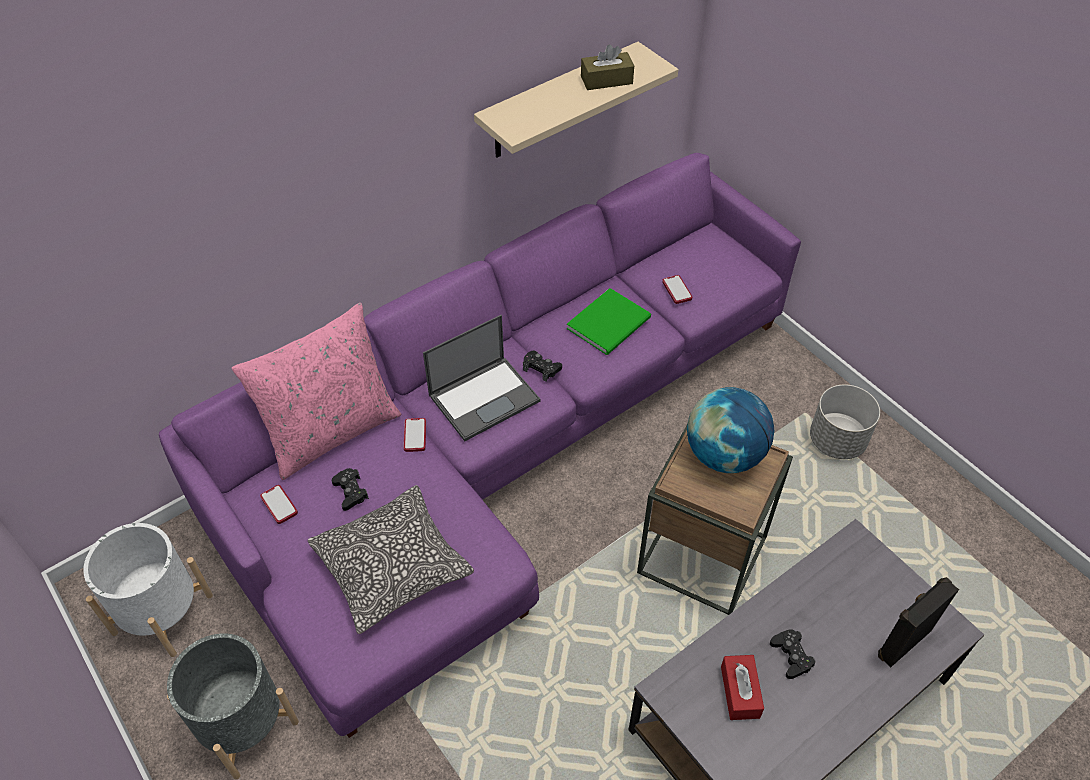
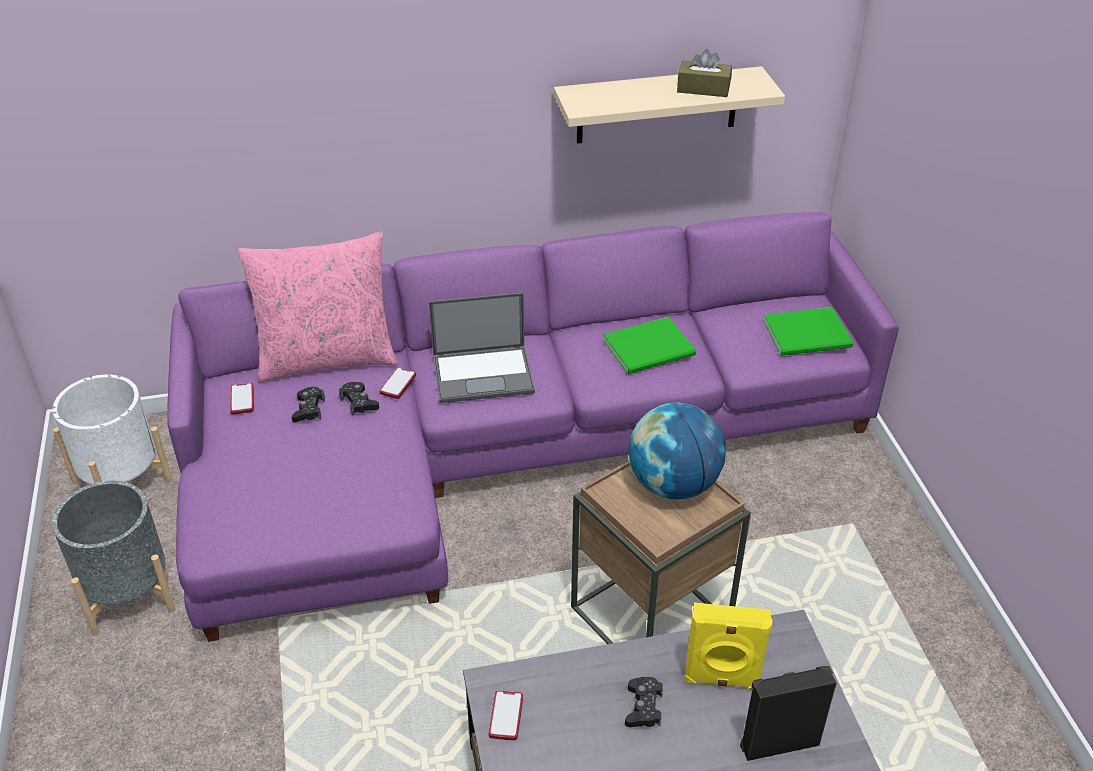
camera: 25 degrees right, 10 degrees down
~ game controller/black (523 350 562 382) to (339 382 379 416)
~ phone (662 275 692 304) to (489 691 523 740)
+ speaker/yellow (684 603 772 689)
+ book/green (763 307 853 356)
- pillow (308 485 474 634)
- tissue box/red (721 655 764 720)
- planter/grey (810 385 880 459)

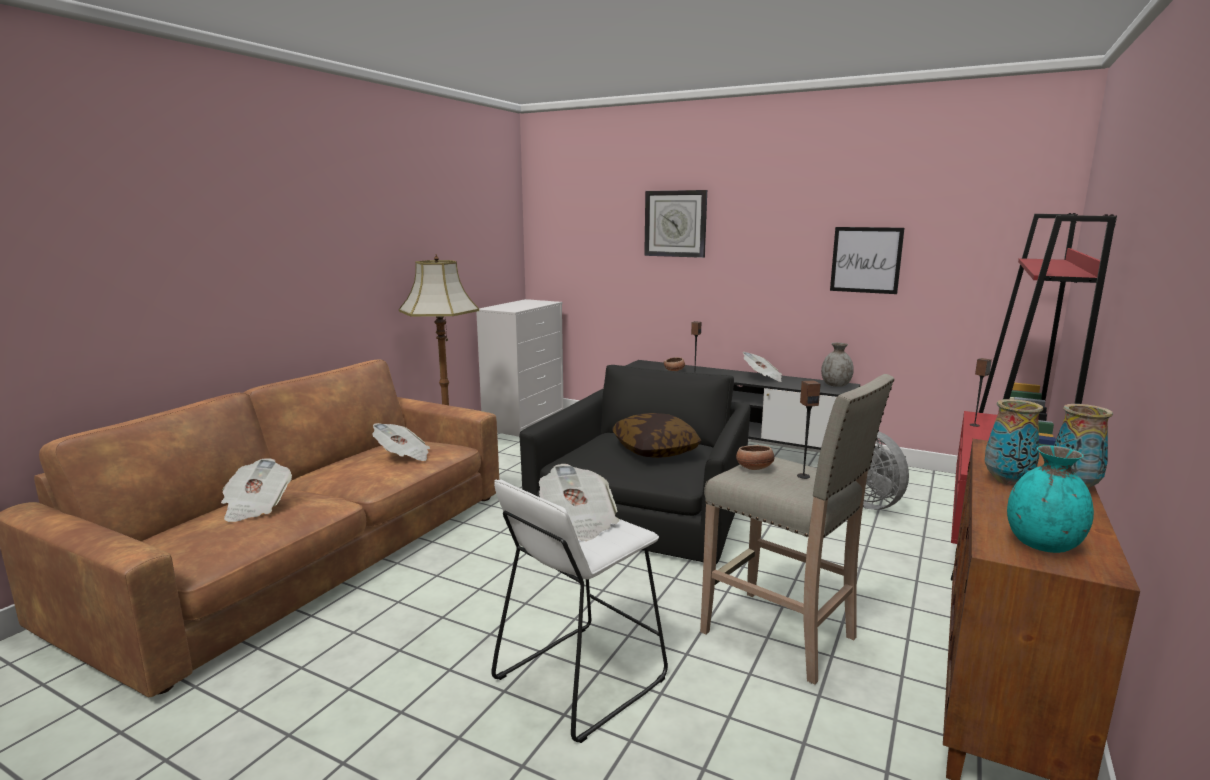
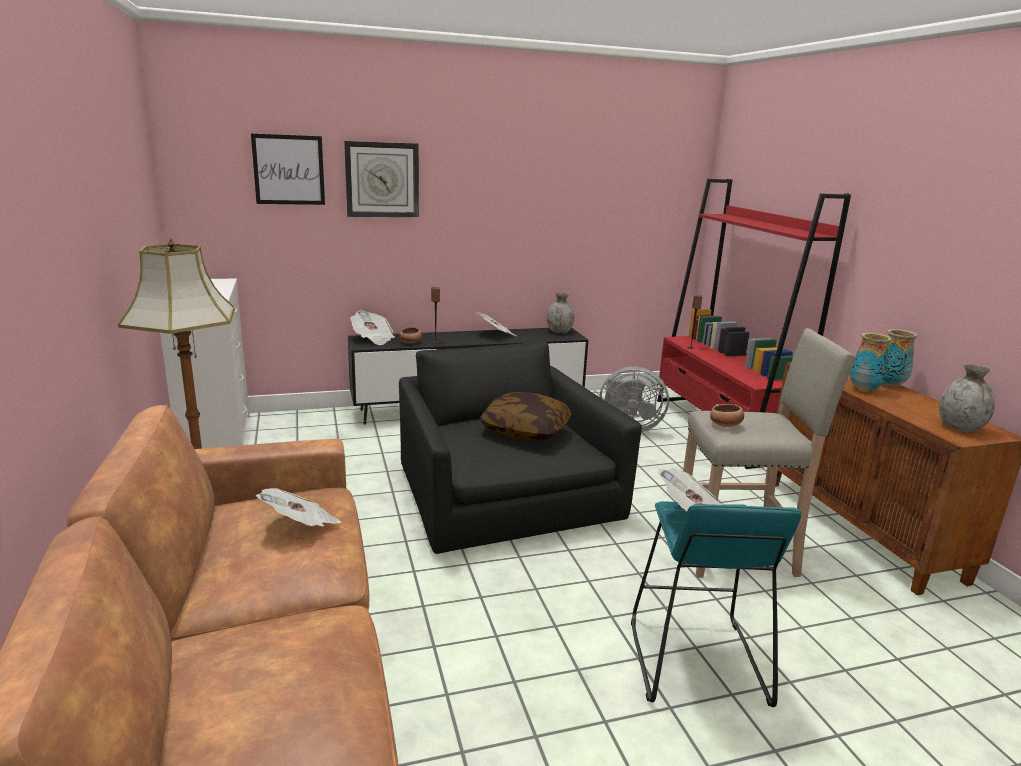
camera: 45 degrees left, 5 degrees up
~ picture (830 227 905 294) to (251 134 325 205)
~ newspaper (221 458 292 522) to (350 310 395 345)
~ stool/white (492 480 668 743) to stool/turquoise (631 501 801 707)
~ vase/turquoise (1007 445 1094 553) to vase/grey (939 364 995 432)
- speaker (797 380 821 479)

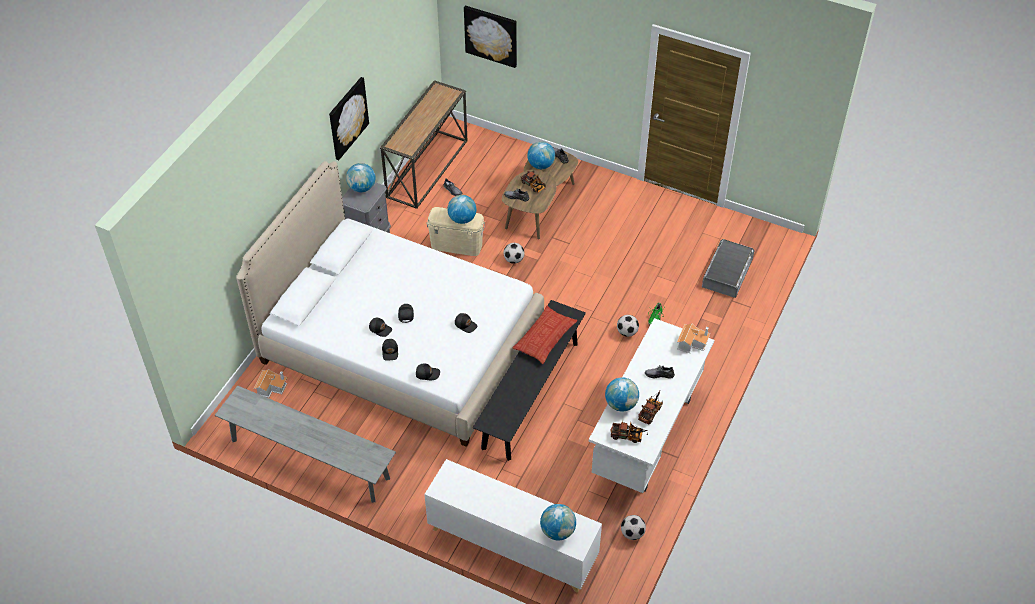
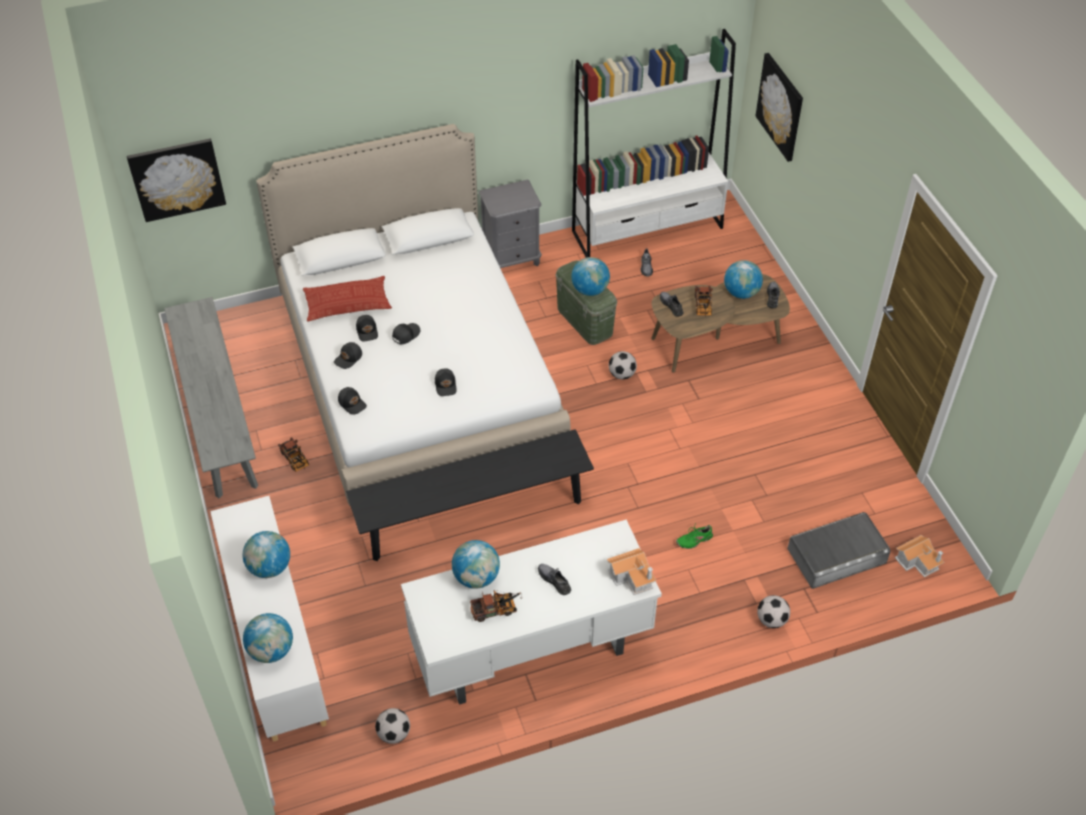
camera: 45 degrees right, 0 degrees up
~ picture (329 77 369 160) to (127 138 226 222)
~ globe (346 163 376 192) to (243 531 290 578)
~ toy truck (610 420 648 443) to (278 437 309 472)
~ pillow (512 306 577 364) to (303 276 392 321)
~ storage box/beige (426 207 485 256) to storage box/green (556 260 617 345)
~ console table (380 80 467 209) to bookcase/white (572 29 736 258)
~ football (617 315 639 337) to (757 595 790 628)
~ toy house (254 369 287 398) to (895 535 944 578)

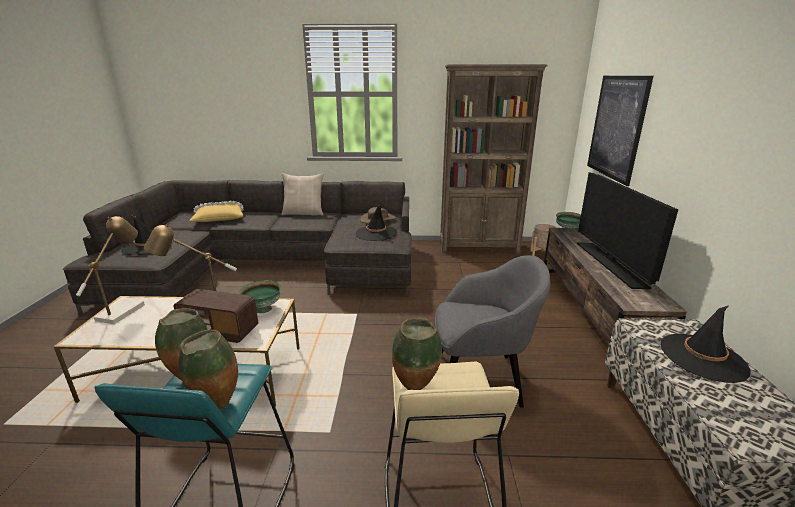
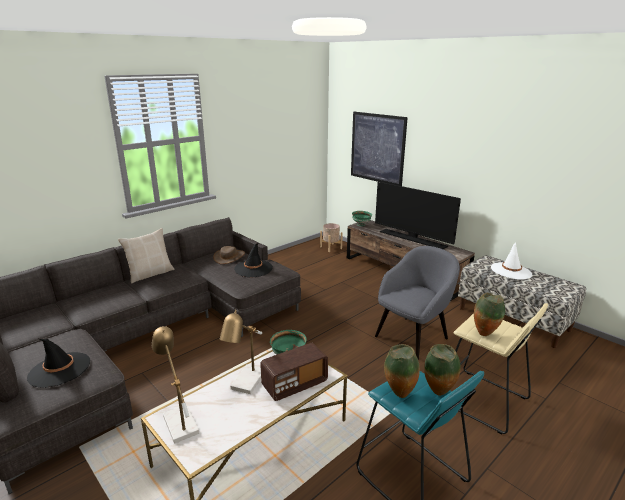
camera: 45 degrees left, 0 degrees up
~ hat/black (661 306 751 383) to hat/white (491 242 532 279)
- pillow/yellow (189 201 244 222)
- bookcase/brown (440 64 548 254)

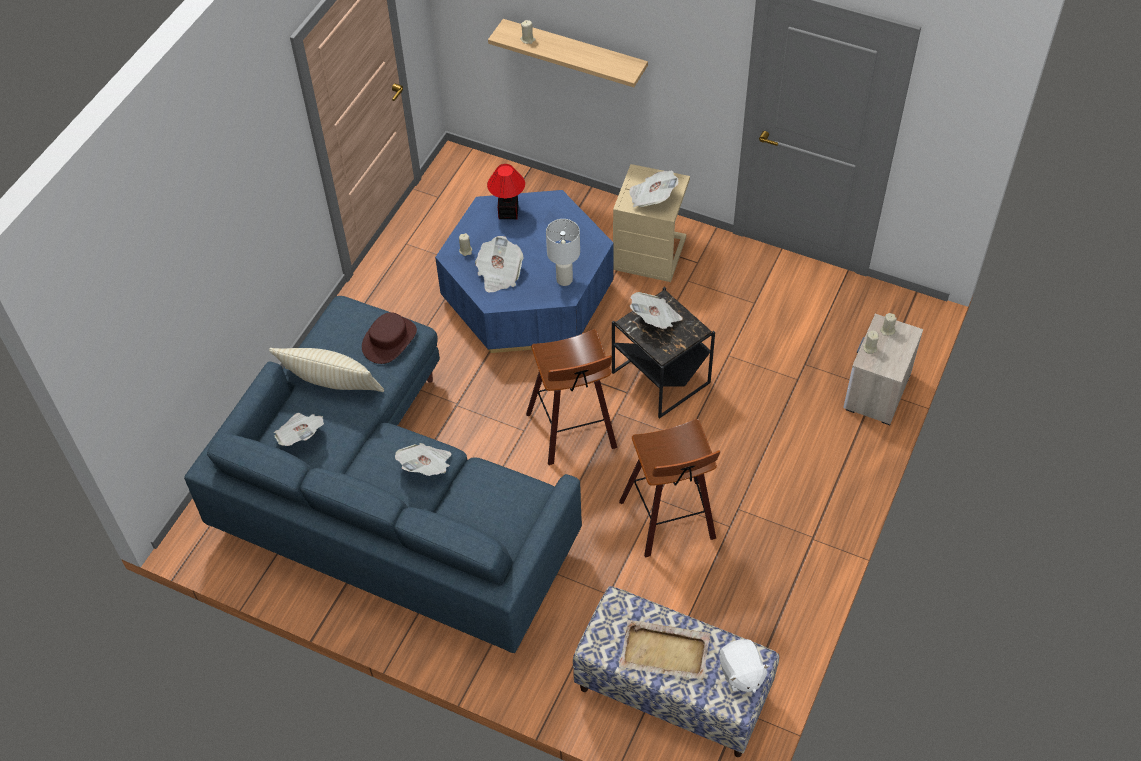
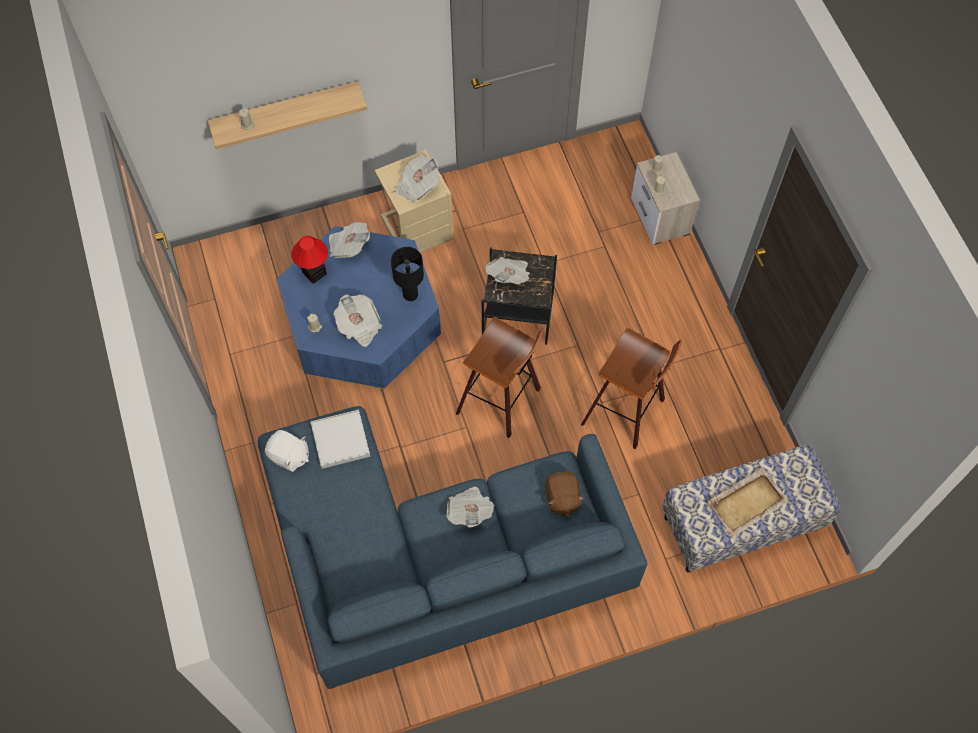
camera: 45 degrees left, 10 degrees up
~ plush toy/white (719 639 770 693) to (265 430 309 472)
~ hat/brown (362 312 417 364) to tray/white (311 410 370 469)
~ newspaper (274 413 324 446) to (329 222 370 258)
~ table lamp/white (546 219 580 286) to table lamp/black (391 247 424 301)
+ plush toy/brown (546 471 584 517)
- pillow/beige (269 348 384 392)

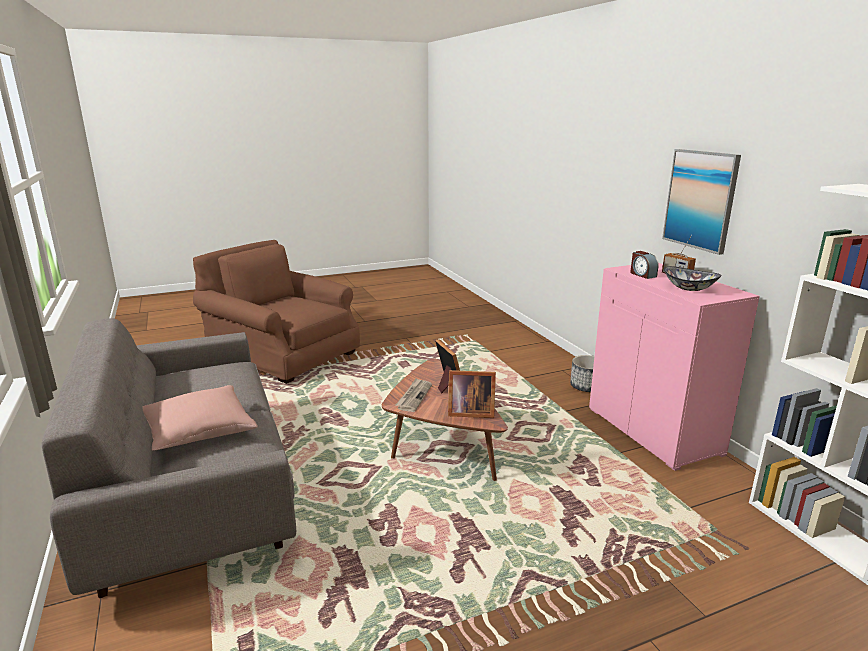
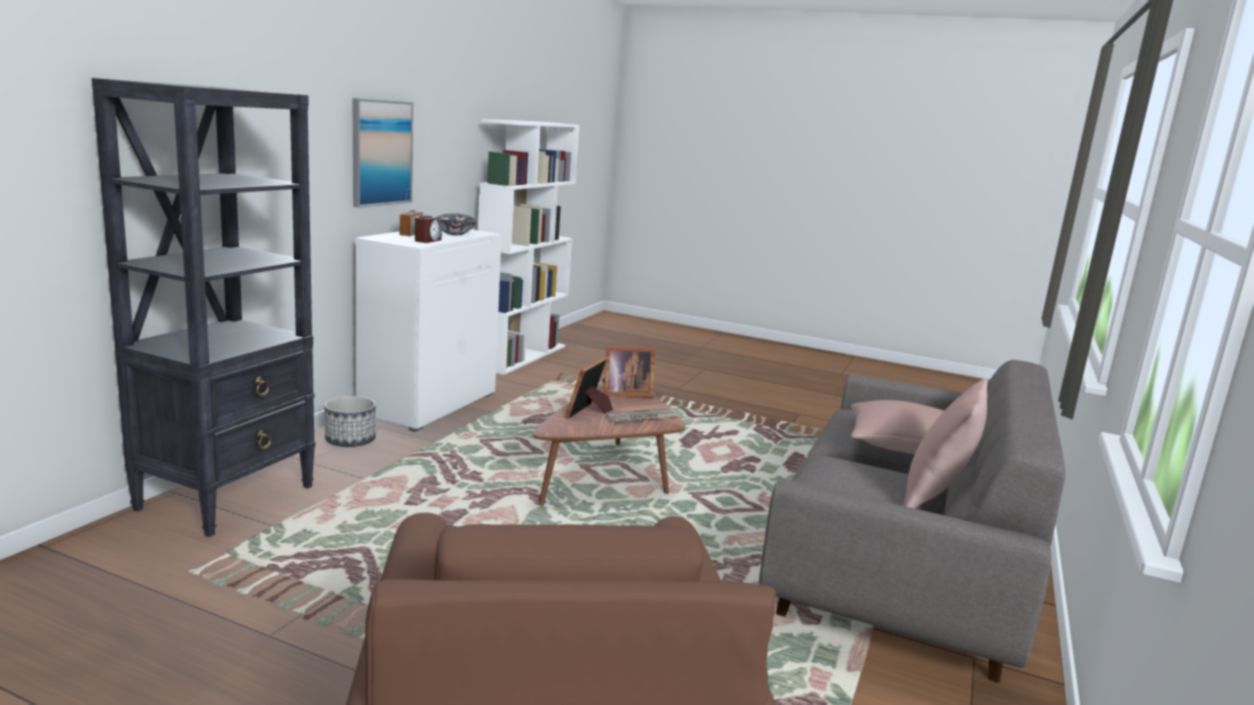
camera: 135 degrees left, 5 degrees down
+ bookcase/black (92 78 315 537)
~ cabinet/pink (589 263 760 471) to cabinet/white (355 229 502 432)
~ picture frame (448 370 496 418) = (603 346 655 397) 120 degrees clockwise
+ pillow/pink (903 378 988 509)

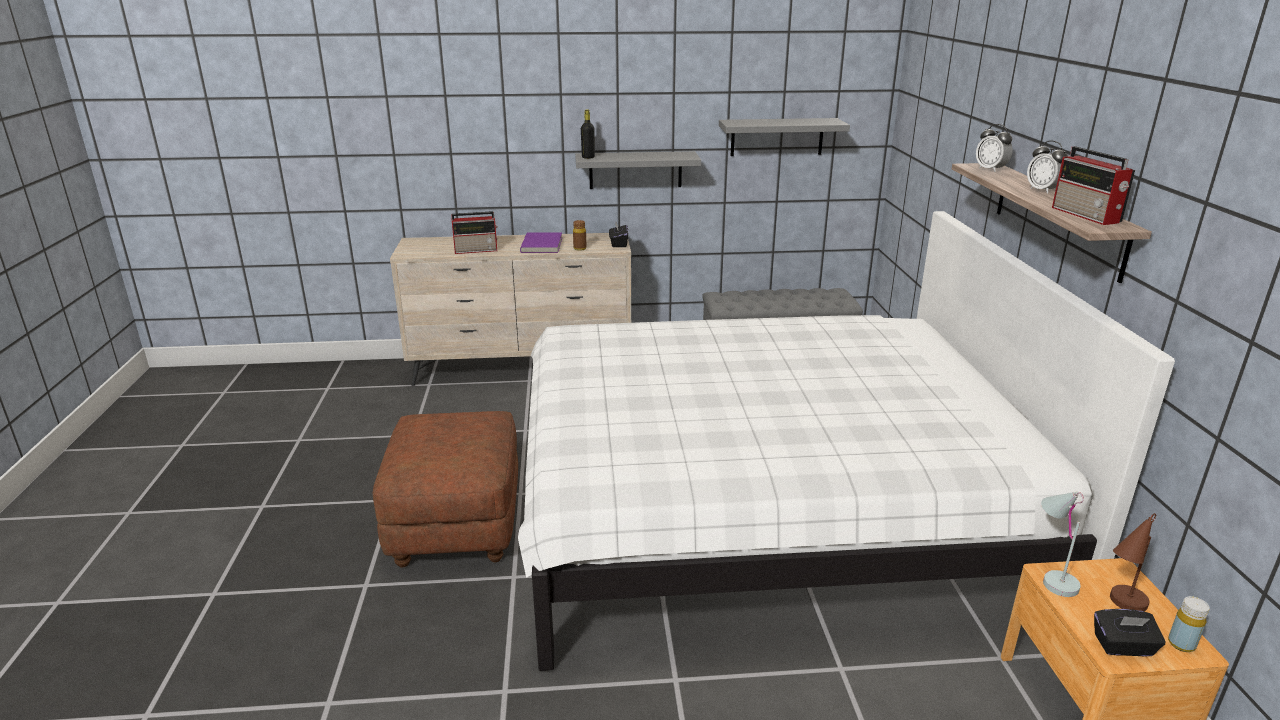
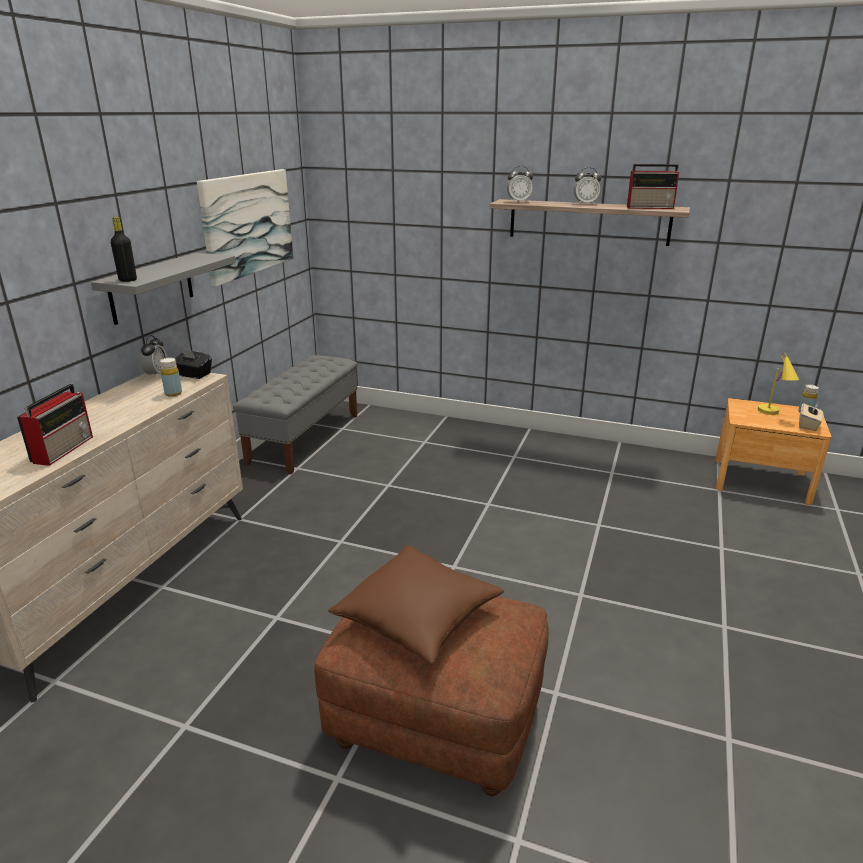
camera: 65 degrees left, 0 degrees up
+ alarm clock (140 335 167 378)
~ bottle/brown (573 220 587 251) to bottle/yellow (160 358 182 397)
~ shelf/grey (719 118 850 156) to picture (197 169 293 287)
+ pillow/brown (328 545 504 665)
~ table lamp/brown (1110 513 1156 611) to table lamp/yellow (758 353 799 415)
~ tissue box/black (1094 609 1166 657) to tissue box/beige (799 403 824 431)
- bed/white (518 211 1175 671)
- book/purple (520 232 562 253)
- table lamp/white (1041 492 1084 597)

